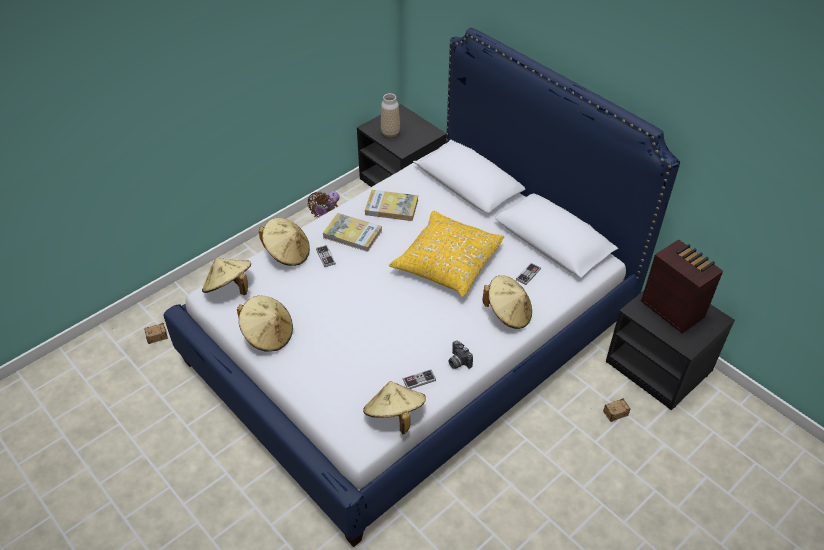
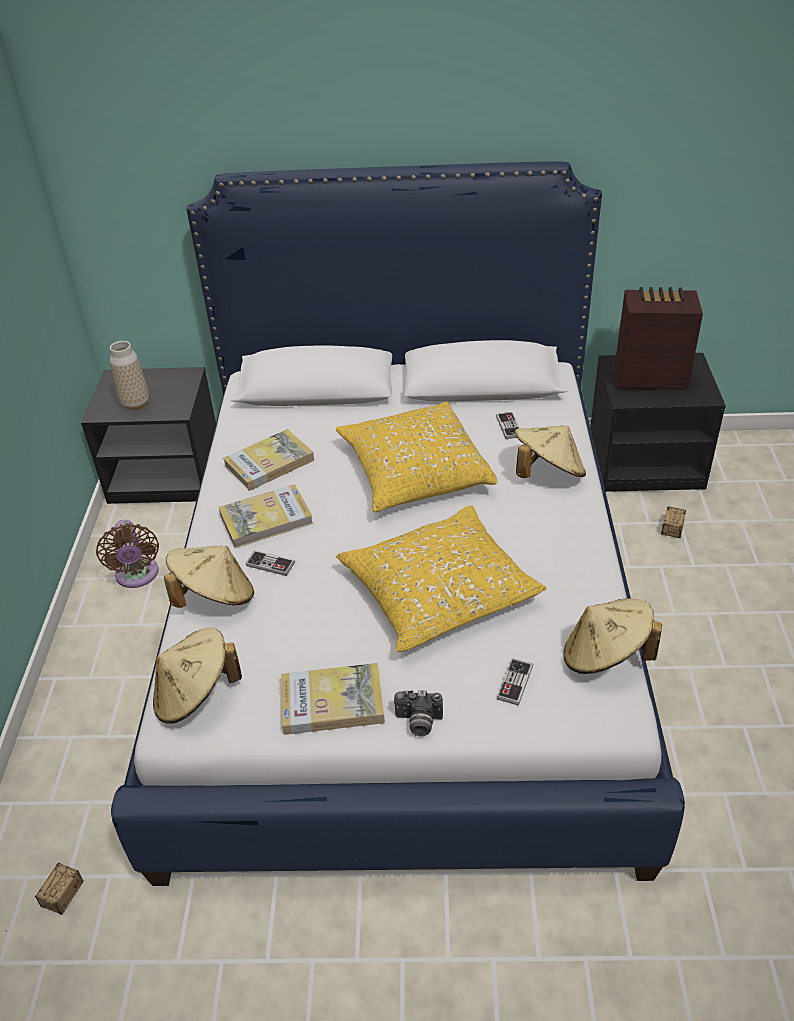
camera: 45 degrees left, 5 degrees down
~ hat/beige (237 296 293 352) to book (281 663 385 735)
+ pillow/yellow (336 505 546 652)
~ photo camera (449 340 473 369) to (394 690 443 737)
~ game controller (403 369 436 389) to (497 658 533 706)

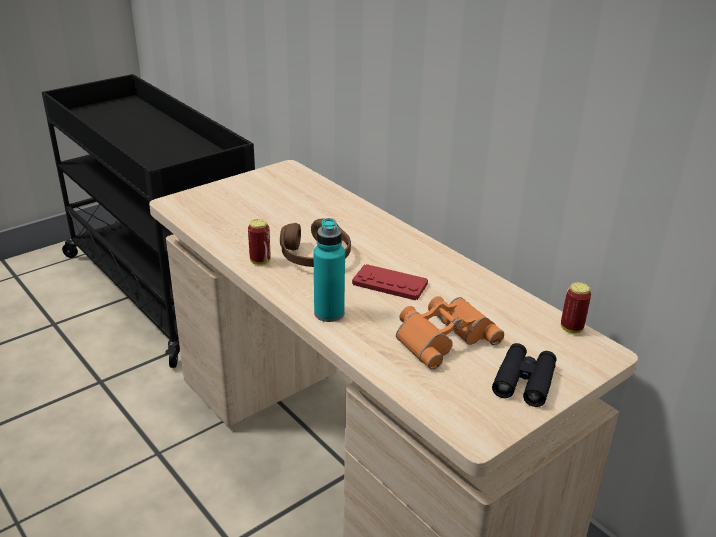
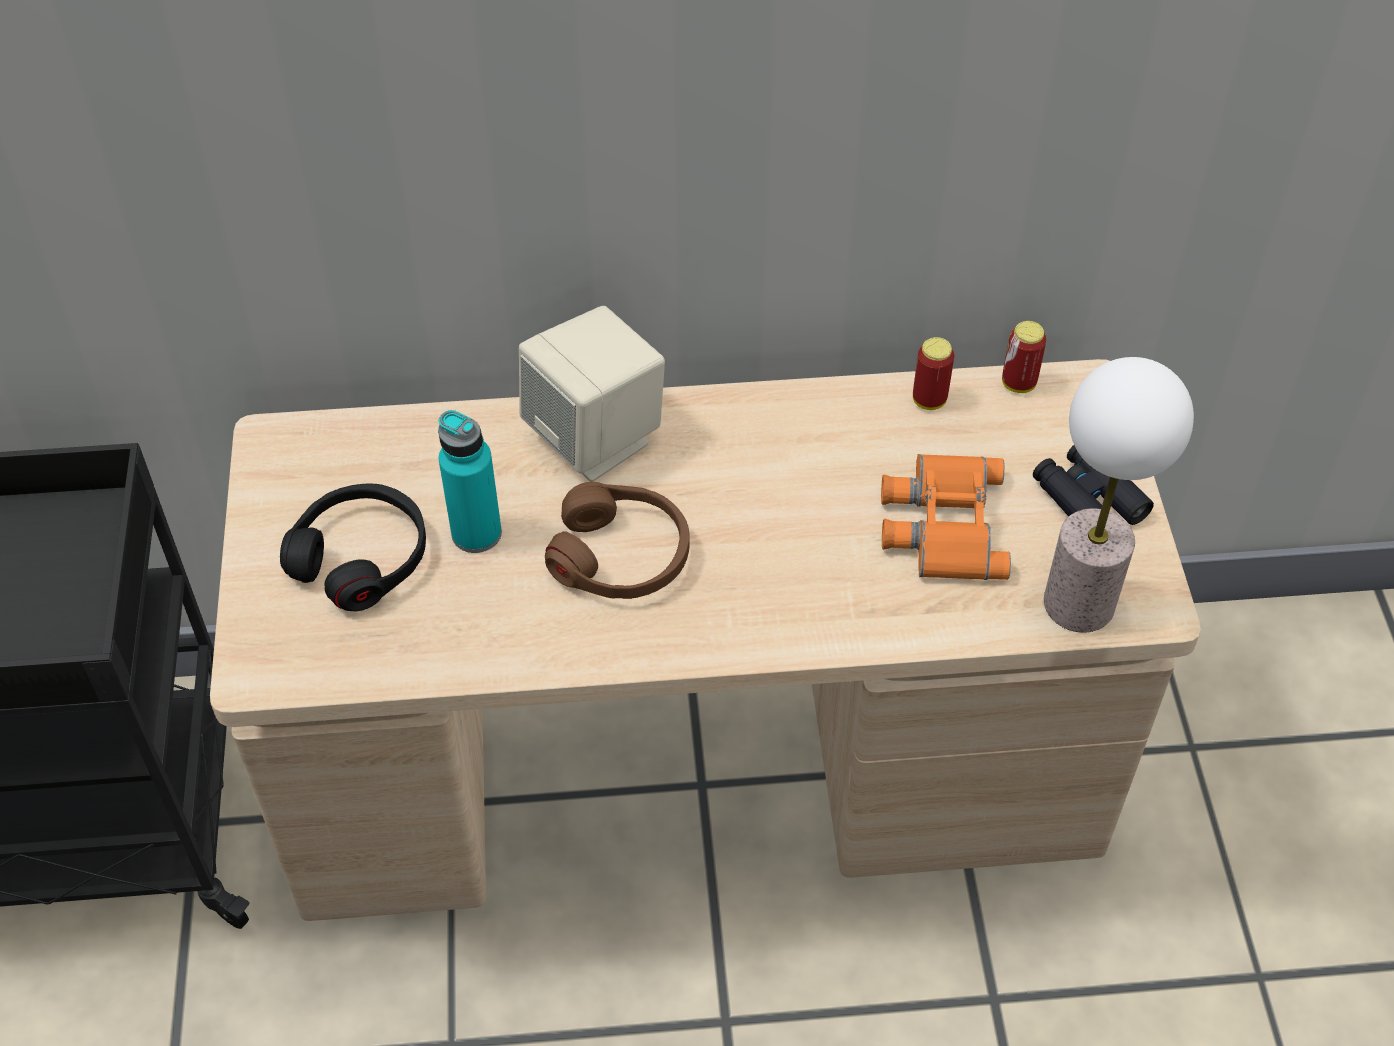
camera: 55 degrees left, 20 degrees up
+ headphones/black (280 483 426 611)
~ bottle/turquoise (314 218 345 322) to (438 410 502 553)
+ speaker/beige (519 306 665 482)
~ can (248 219 271 265) to (913 337 954 410)
+ table lamp (1044 357 1194 633)
- game controller/red (352 264 428 300)

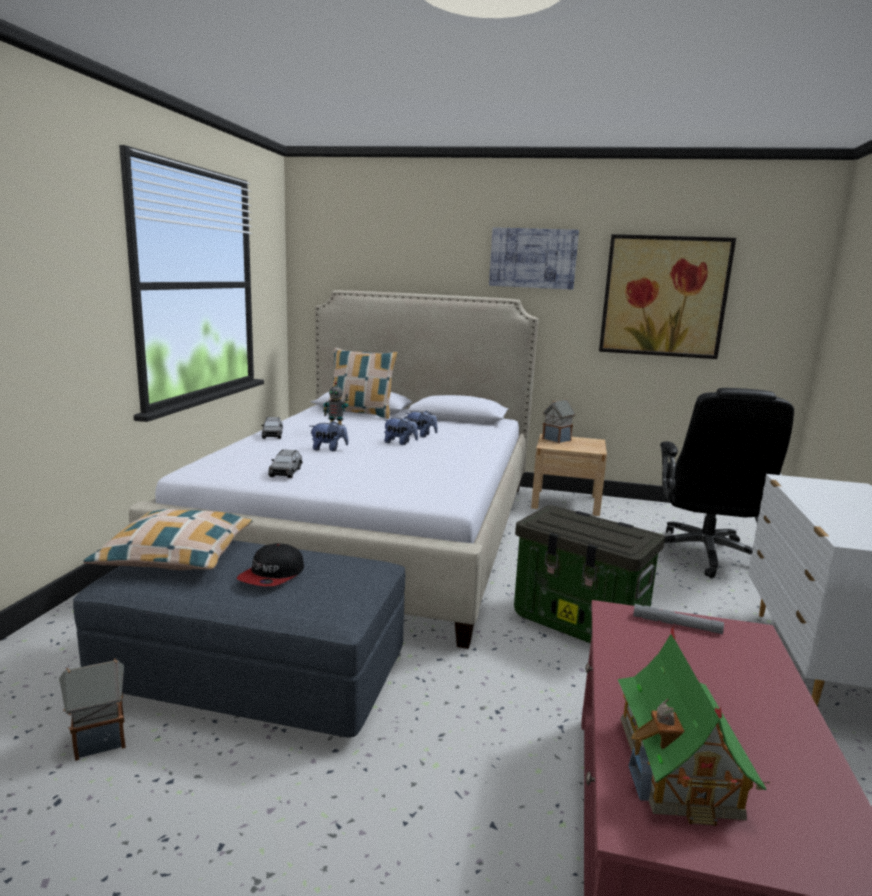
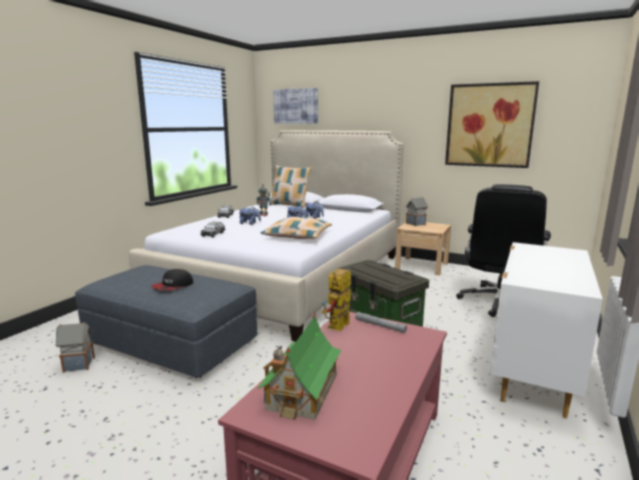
camera: 15 degrees right, 0 degrees up
~ pillow (84 509 253 570) to (261 217 332 239)
~ picture (489 227 579 290) to (273 88 318 124)
+ toy robot (322 268 351 331)

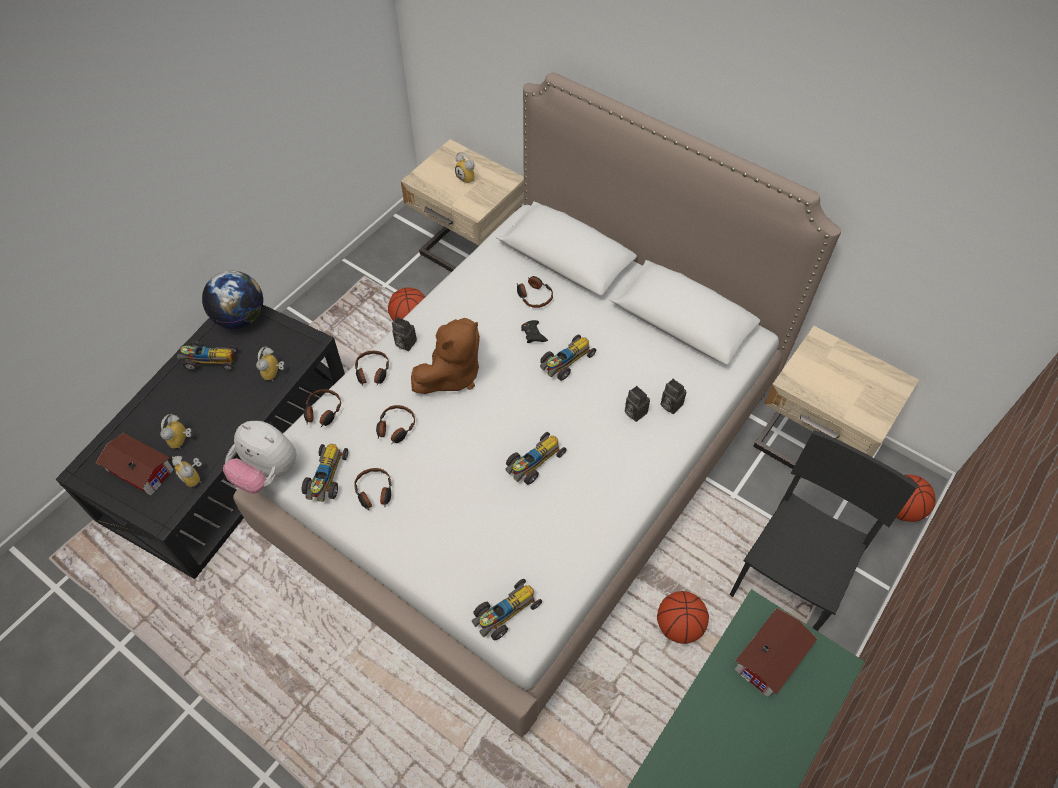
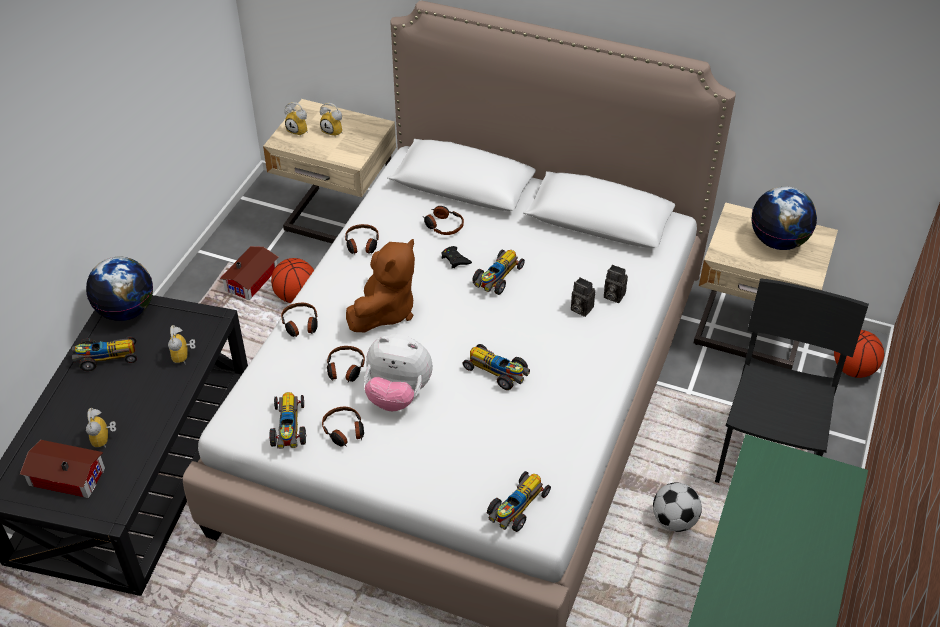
camera: 15 degrees left, 10 degrees down
~ toy house (734 608 817 698) to (220 246 278 300)
~ alarm clock (172 456 202 487) to (284 102 308 137)
~ headphones (304 389 341 427) to (345 224 379 254)
~ plush toy (223 421 296 494) to (364 334 433 411)
~ toy car (506 432 567 485) = (463 344 530 390) 90 degrees counterclockwise
~ basketball (657 591 709 644) to football (653 482 702 532)
+ globe (751 186 817 250)
- photo camera (392 317 417 351)

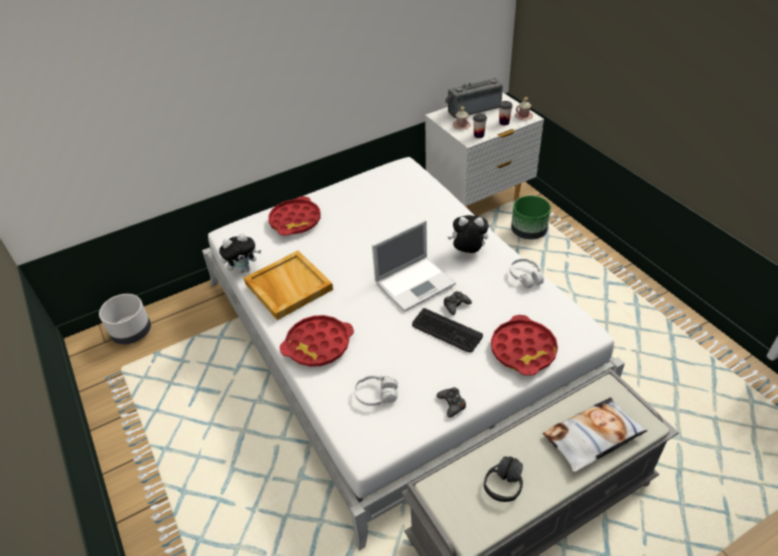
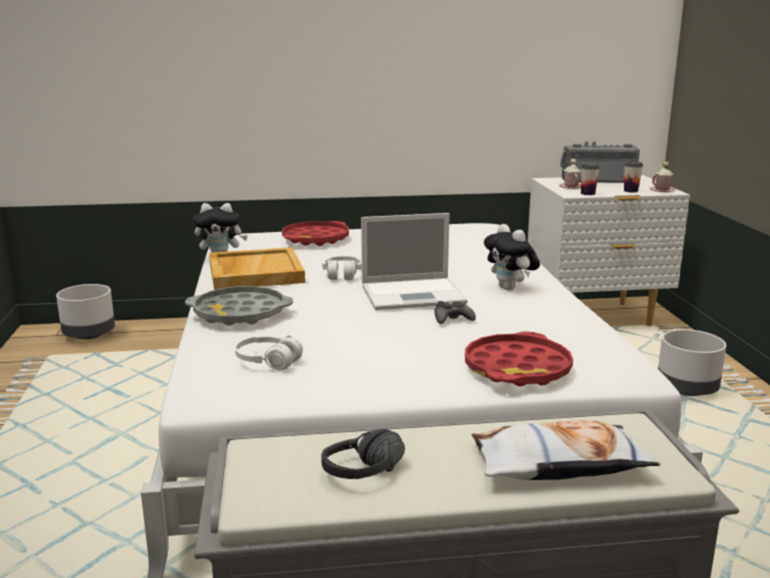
camera: 20 degrees right, 25 degrees down
~ tray/red (279 315 354 367) to tray/grey (185 286 293 326)
~ headphones/white (510 258 544 288) to (322 256 362 280)
~ plush toy (448 215 489 253) = (484 224 540 291) 150 degrees counterclockwise
+ planter/grey (658 329 726 396)
- keyboard (412 308 483 352)
- game controller/black (437 387 466 418)
- planter/green (511 196 551 240)

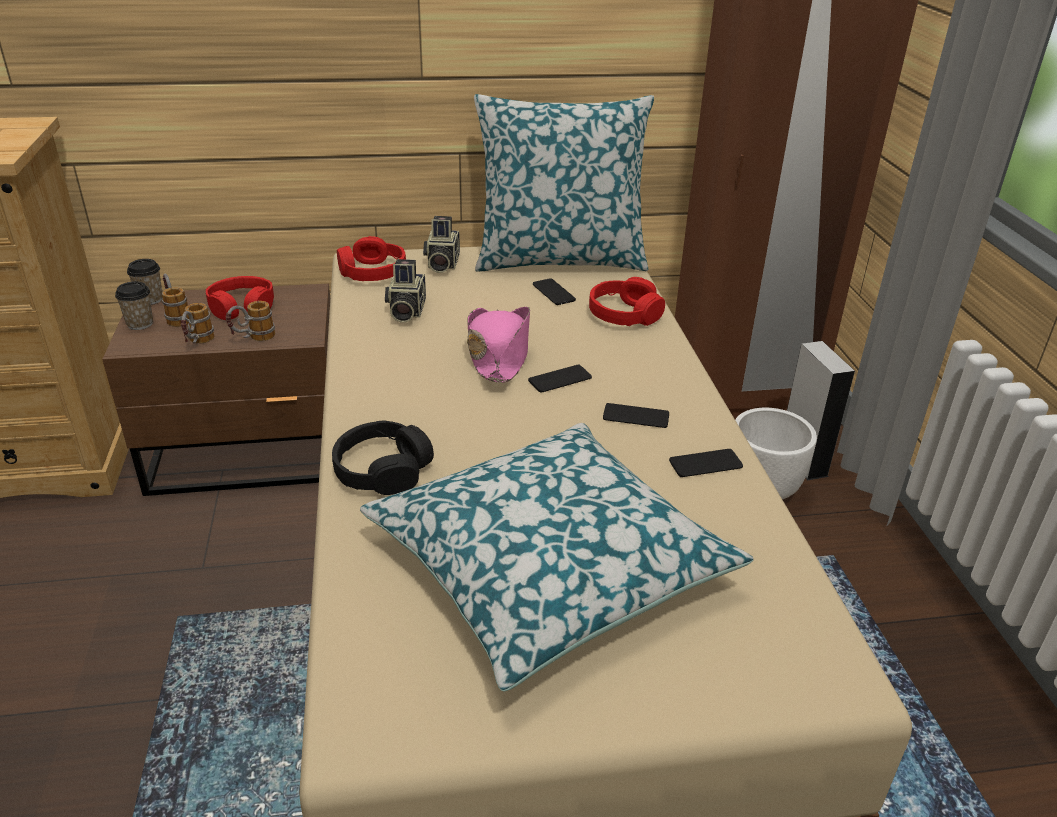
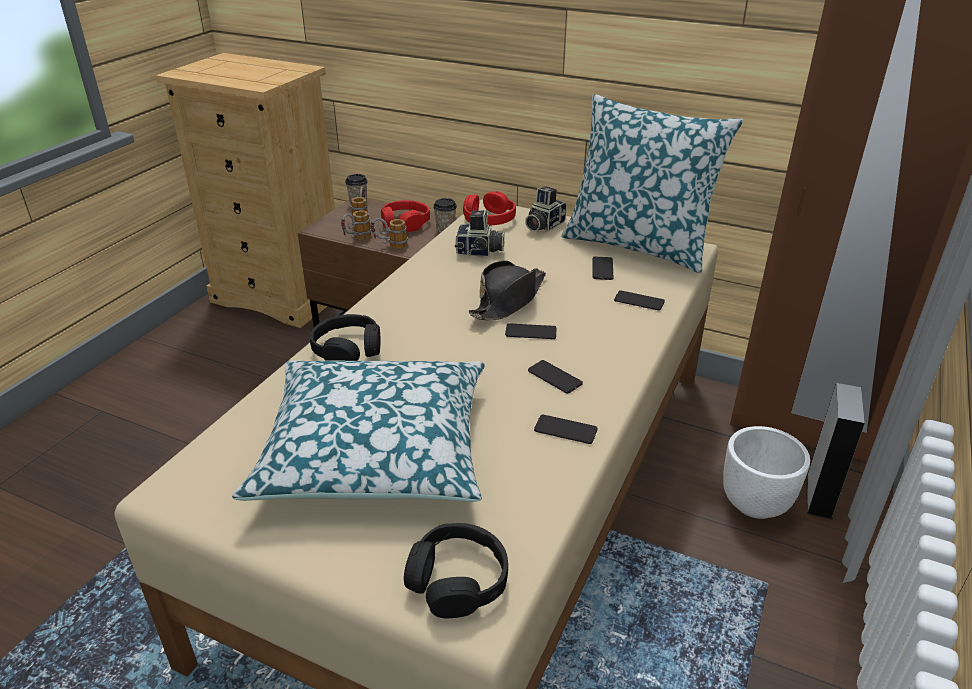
camera: 35 degrees right, 0 degrees up
+ headphones/black (404 523 508 618)
~ cup (115 281 153 330) to (433 198 457 233)
~ photo camera (385 259 426 323) = (455 209 505 257) 120 degrees counterclockwise
~ hat/pink (467 307 530 383) to hat/black (468 260 546 320)
~ headphones/red (589 277 665 326) to phone (614 290 665 311)

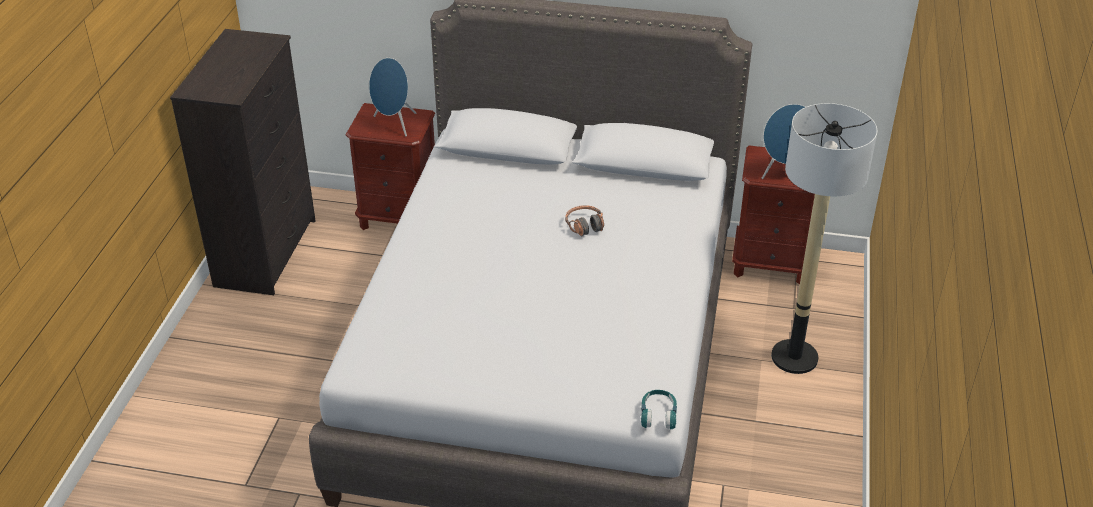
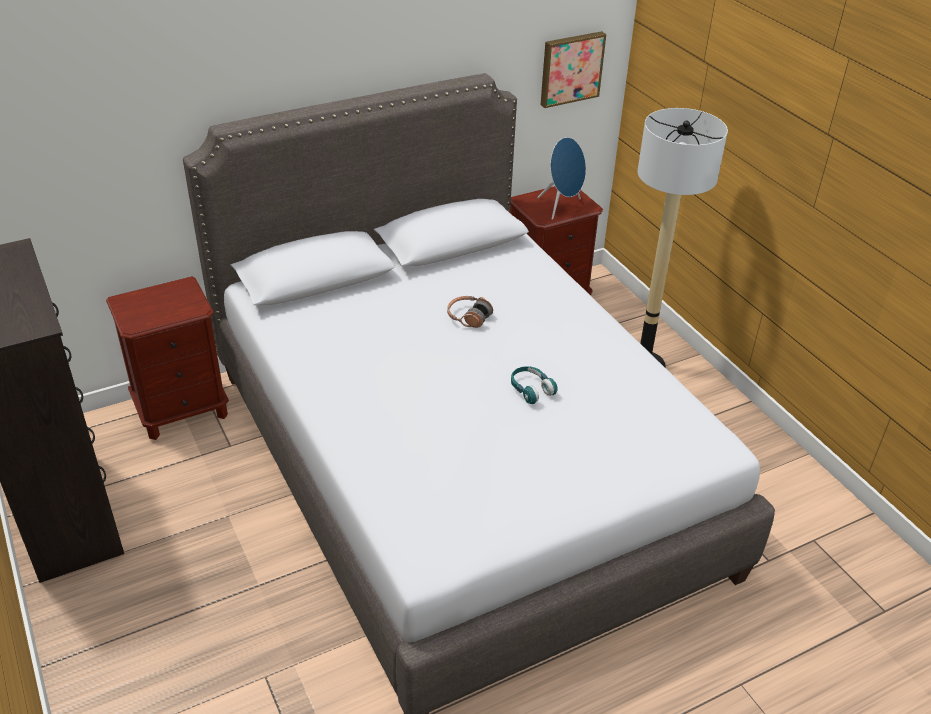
camera: 40 degrees left, 0 degrees up
~ headphones/turquoise (641 390 677 429) to (511 366 558 404)
+ picture (541 31 606 108)
- speaker/blue (369 58 416 136)

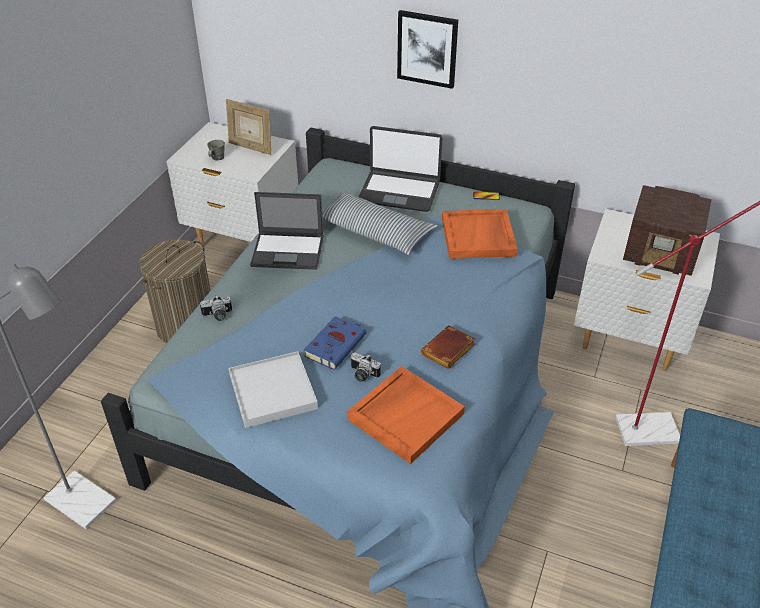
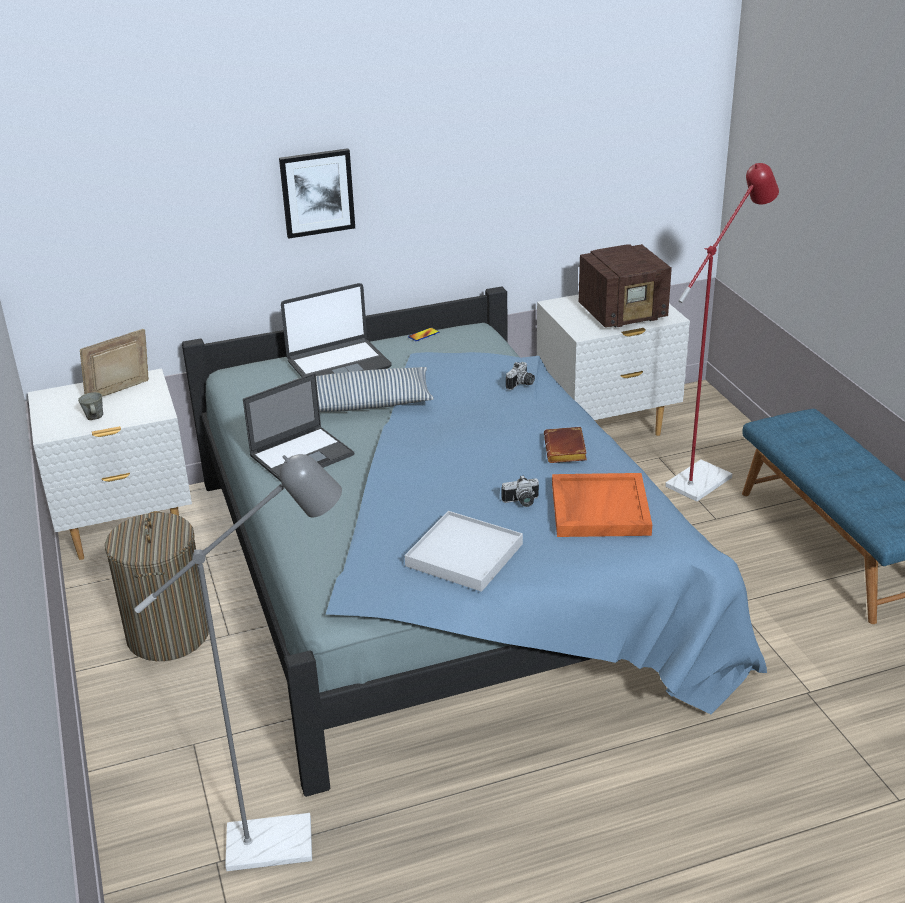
camera: 40 degrees left, 10 degrees down
~ picture frame (226 99 271 155) = (80 329 149 396) 150 degrees clockwise
~ photo camera (200 295 232 321) to (506 362 535 390)
- book/blue (304 316 366 370)
- tray/orange (442 209 518 259)

